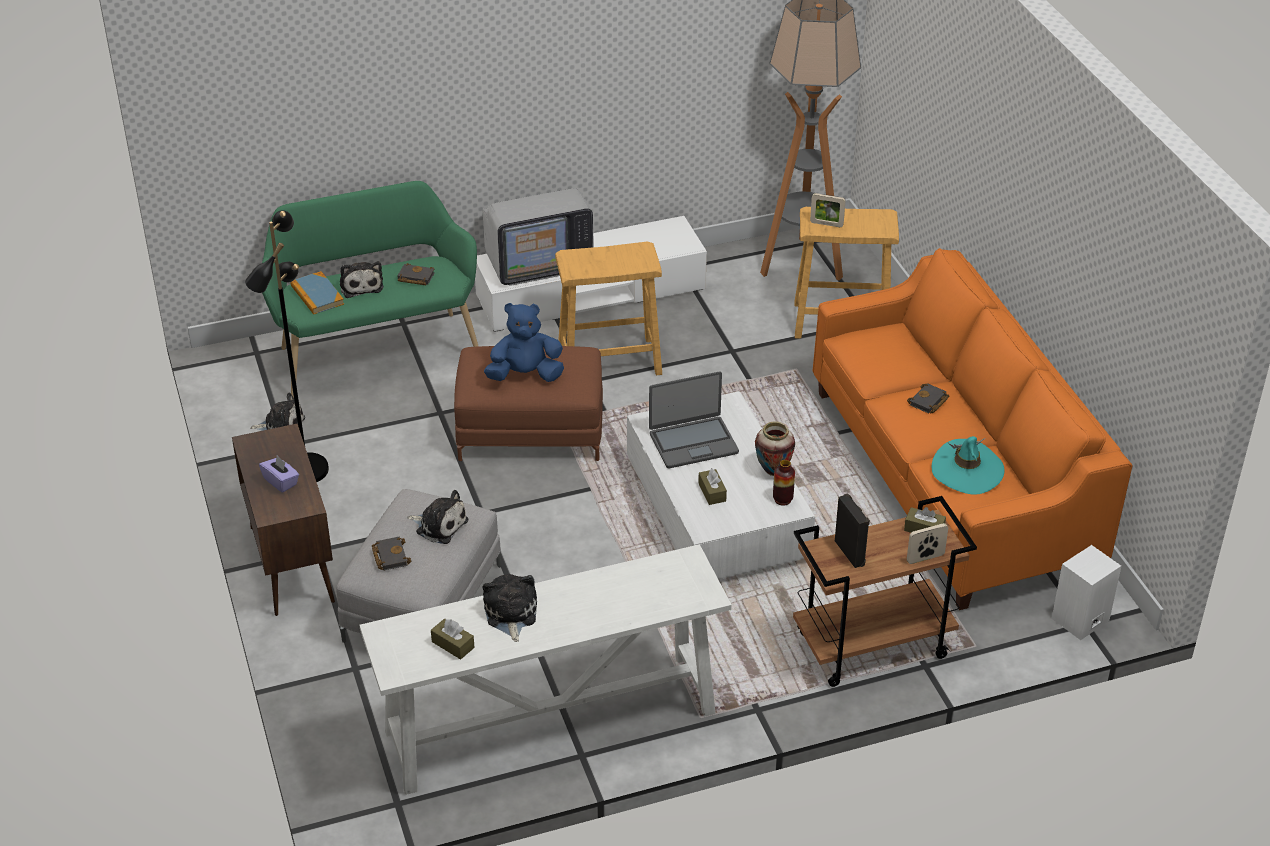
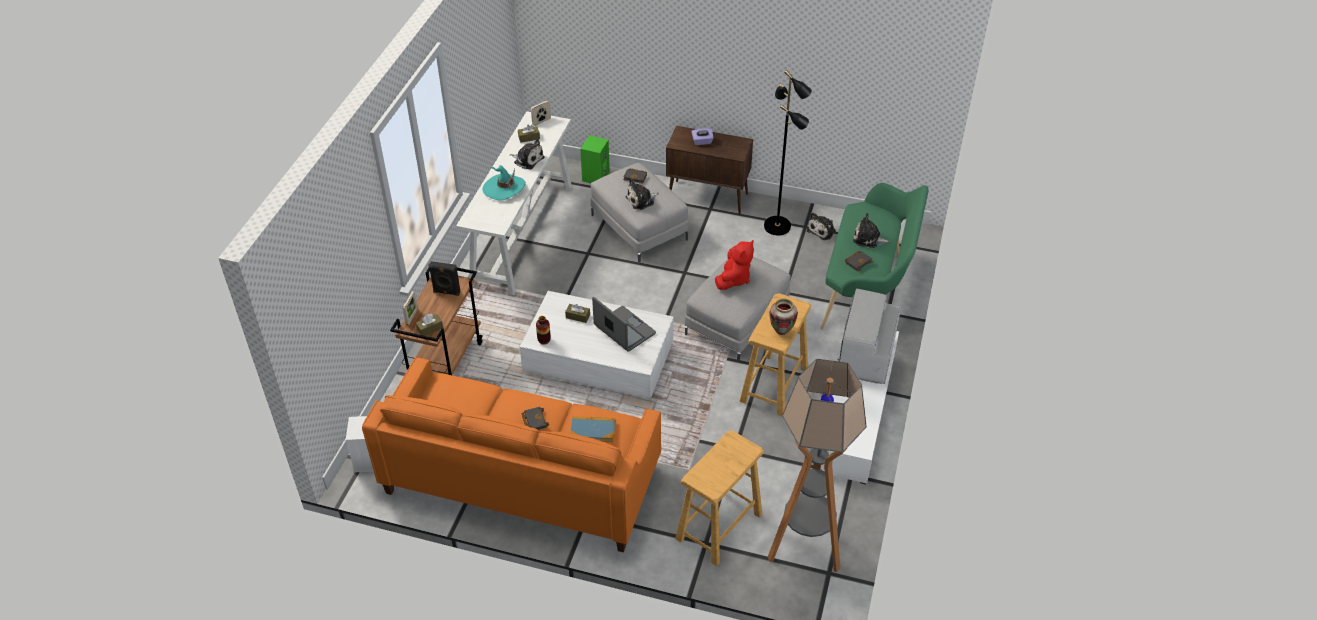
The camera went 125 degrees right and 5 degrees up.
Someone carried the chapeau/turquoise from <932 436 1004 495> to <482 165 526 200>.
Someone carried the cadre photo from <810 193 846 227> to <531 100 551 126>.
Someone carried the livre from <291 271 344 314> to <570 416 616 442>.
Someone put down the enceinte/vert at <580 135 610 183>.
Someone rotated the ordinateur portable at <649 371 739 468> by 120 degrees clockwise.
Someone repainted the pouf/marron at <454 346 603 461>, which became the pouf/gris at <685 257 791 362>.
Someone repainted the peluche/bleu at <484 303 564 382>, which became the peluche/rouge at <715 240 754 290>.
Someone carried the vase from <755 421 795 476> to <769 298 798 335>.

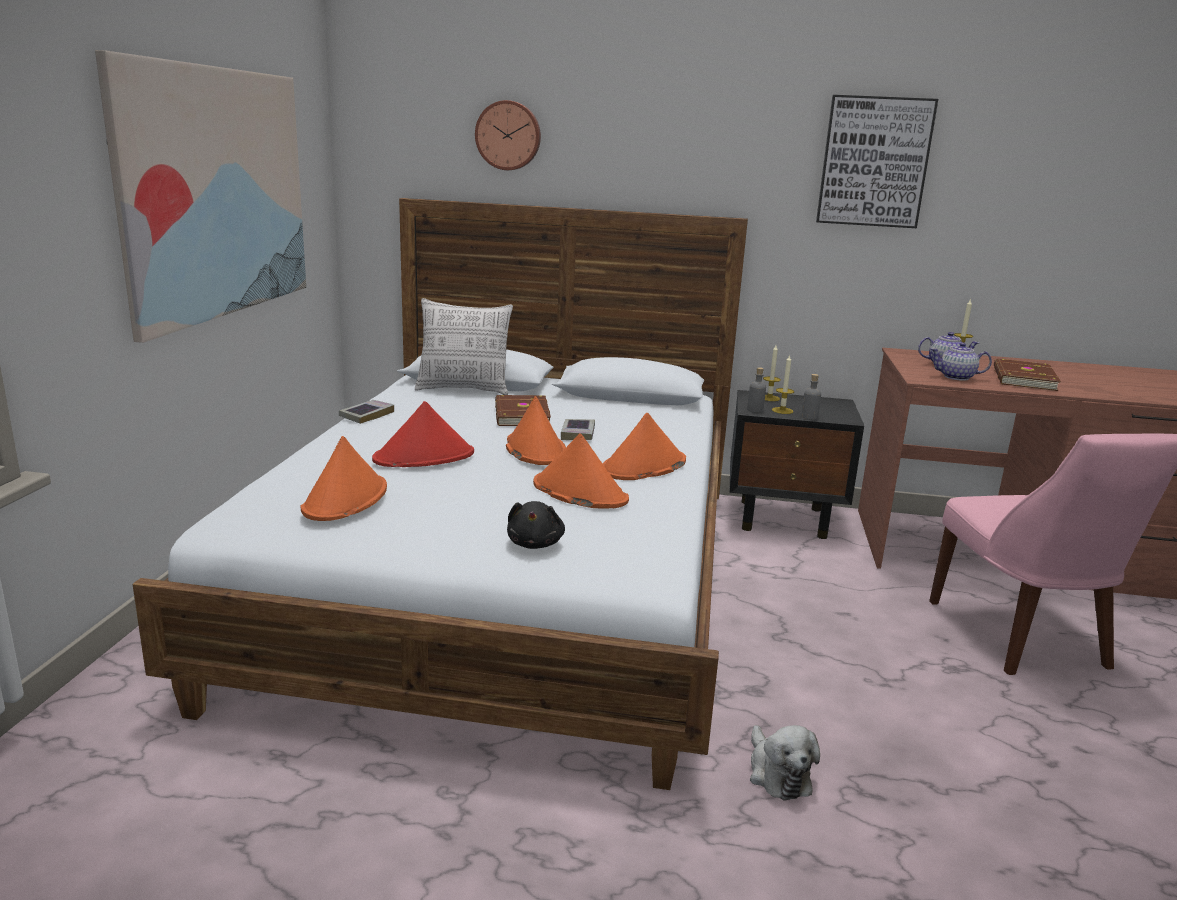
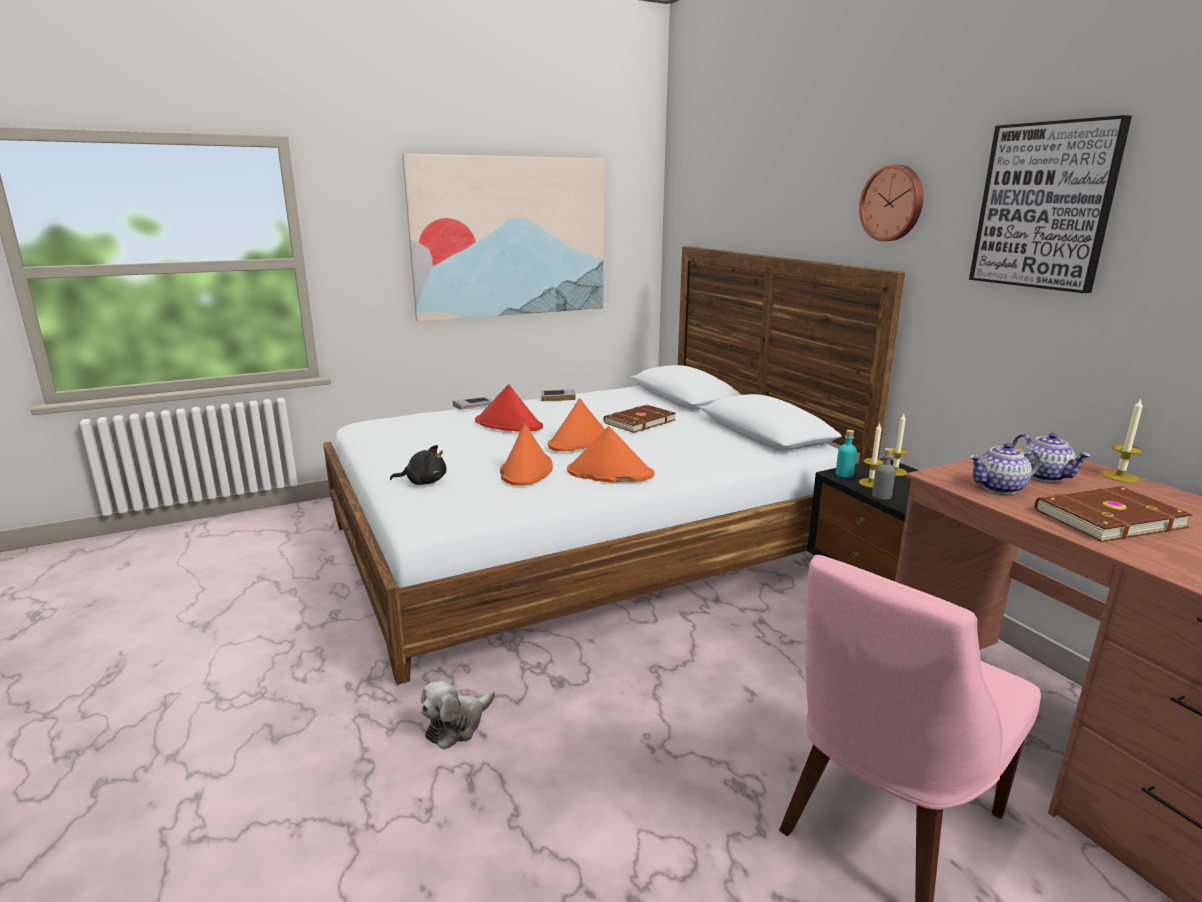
The camera went 55 degrees right and 0 degrees up.
Someone rotated the peluche/noir at <507 501 565 549> by 150 degrees counterclockwise.
Someone carried the livre from <561 419 595 440> to <452 397 493 410>.
Someone repainted the bouteille/gris at <747 367 766 412>, which became the bouteille/turquoise at <836 430 857 478>.
Someone carried the horloge murale from <475 100 541 170> to <859 164 923 241>.
Someone rotated the théière at <931 342 992 381> by 75 degrees counterclockwise.
Someone took away the chapeau/orange at <300 436 387 521>.
Someone took away the coussin at <415 298 513 395>.

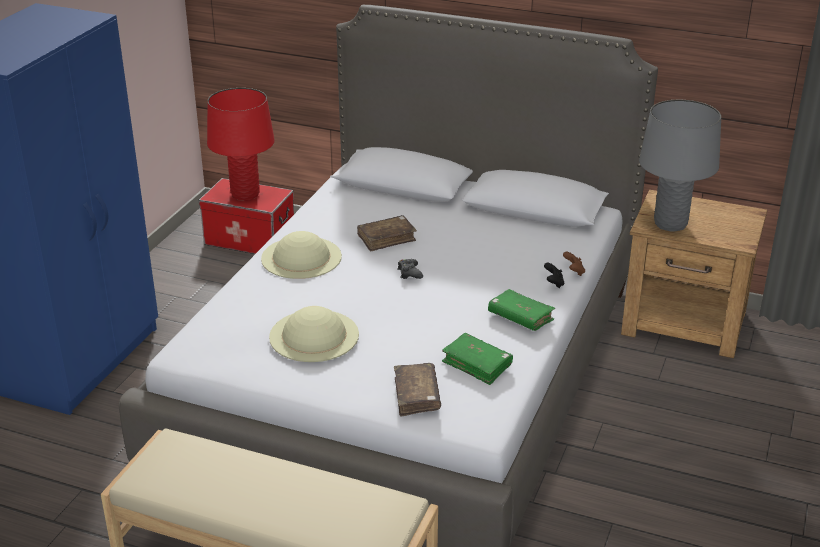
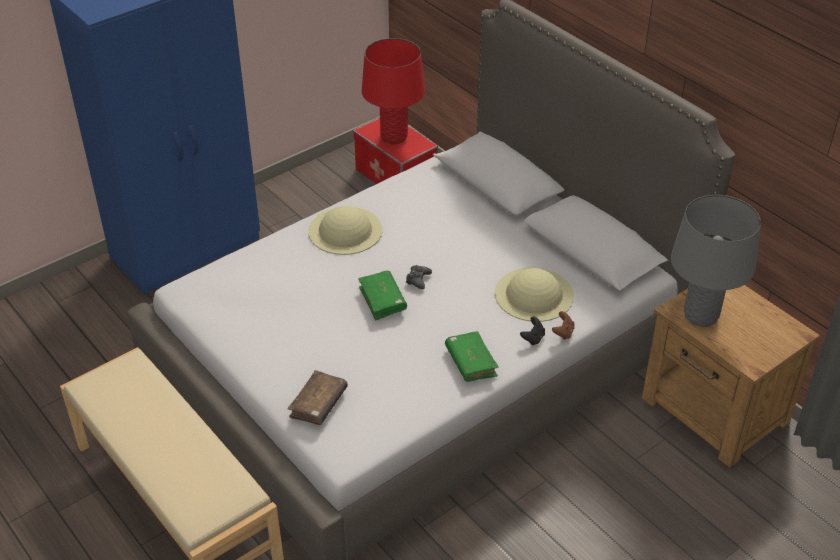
The camera went 30 degrees right and 10 degrees up.
Someone carried the livre/vert from <442 333 513 385> to <358 270 407 321>.
Someone carried the chapeau/beige from <269 306 359 362> to <495 268 574 322>.
Someone took away the livre/marron at <357 215 417 252>.

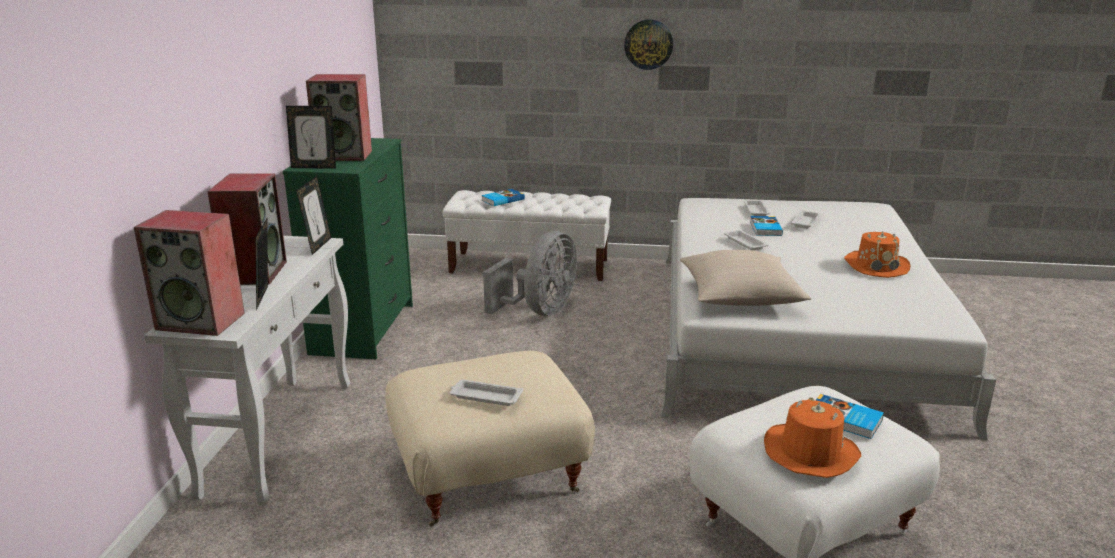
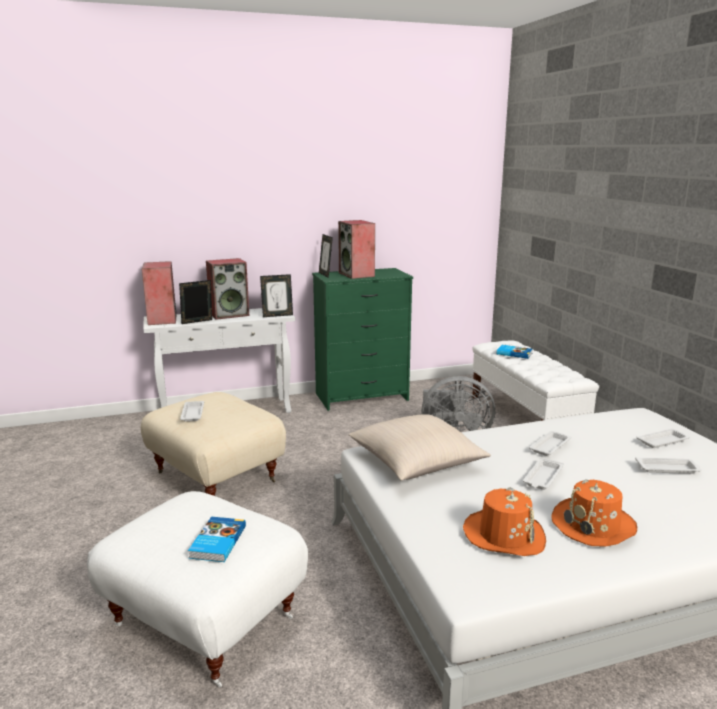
The camera went 65 degrees right and 5 degrees down.
Someone carried the chapeau/orange from <764 397 861 478> to <463 487 546 556>.
Someone put down the plateau/blanc at <523 457 564 490>.
Someone took away the horloge murale at <624 19 673 70>.
Someone took away the livre at <750 216 783 236>.

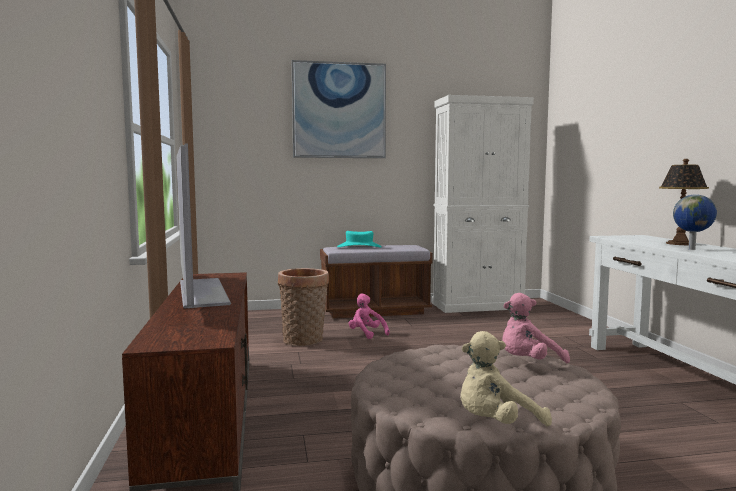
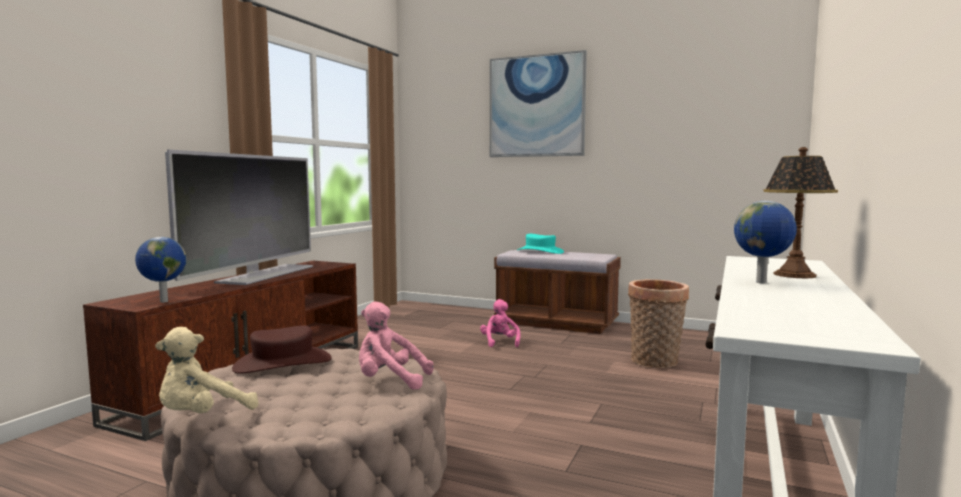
The camera went 35 degrees right and 0 degrees up.
Someone put down the globe at <135 237 186 303>.
Someone rotated the peluche/beige at <460 331 552 426> by 60 degrees counterclockwise.
Someone put down the chapeau/marron at <232 325 332 374>.
Someone carried the panier from <278 268 329 346> to <628 279 689 368>.
Someone took away the meuble de rangement/blanc at <432 95 534 313>.

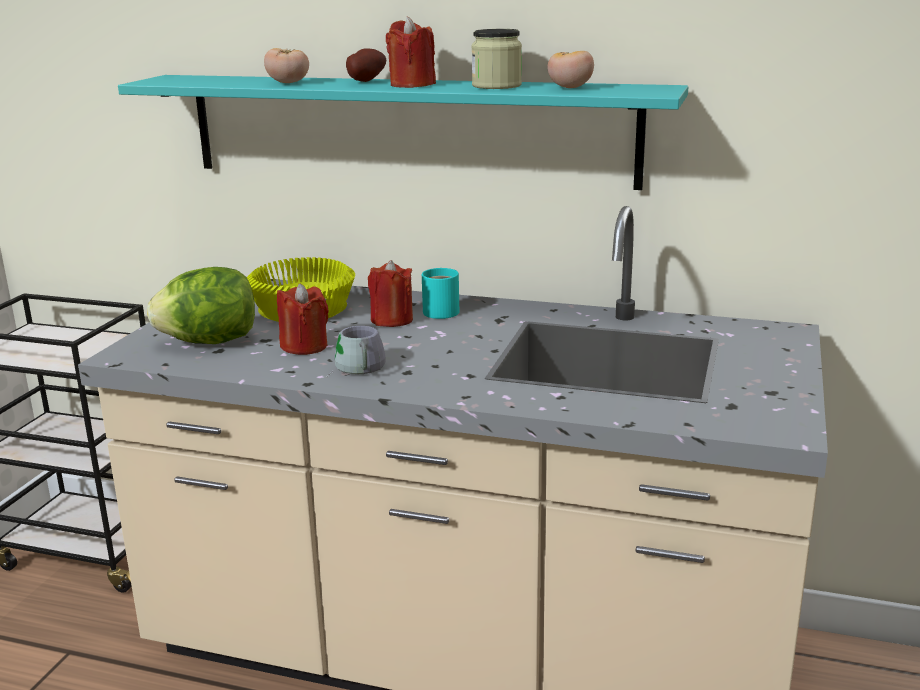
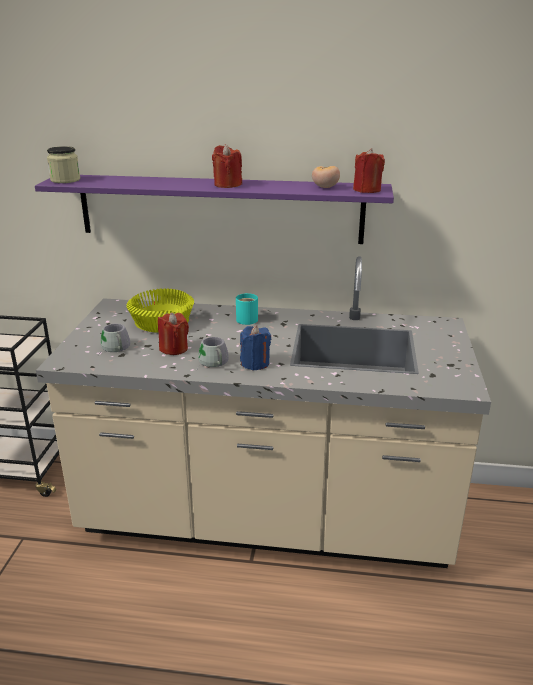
The camera went 10 degrees left and 5 degrees up.
Someone repainted the étagère/turquoise at <118 75 688 190>, which became the étagère/violet at <35 175 394 244>.
Someone carried the bocal from <471 29 522 89> to <47 146 80 183>.
Someone swapped the laitue at <147 267 255 344> for the mug/gris at <98 324 130 356>.
Someone put down the bougie/bleu at <240 325 271 370>.
Someone carried the bougie/rouge from <368 260 413 327> to <353 148 385 193>.
Someone took away the tomate at <264 48 309 83>.
Someone took away the pomme de terre at <346 48 386 82>.

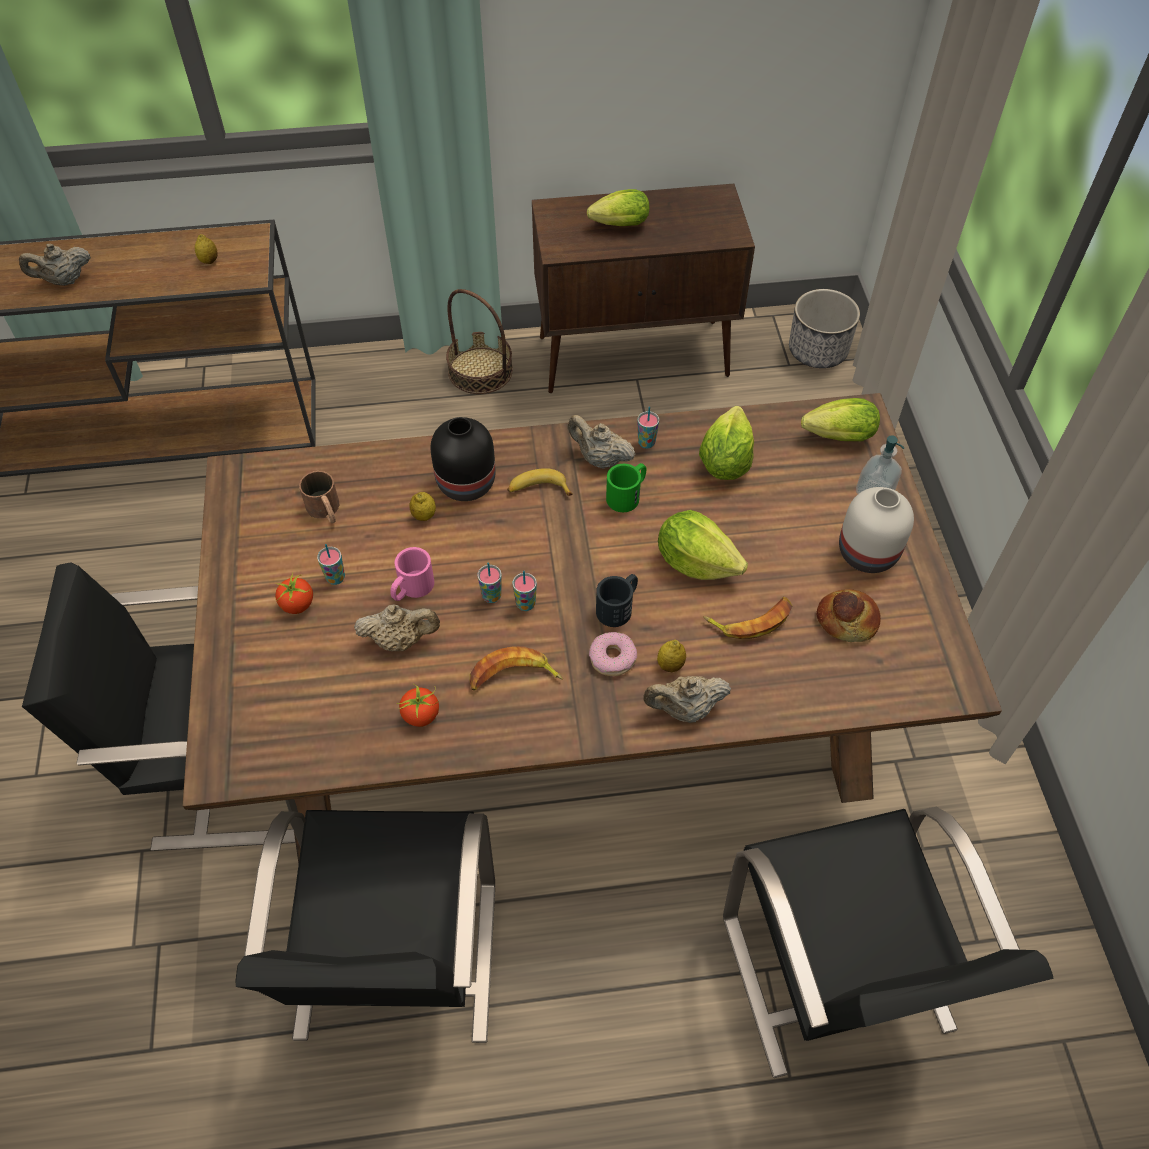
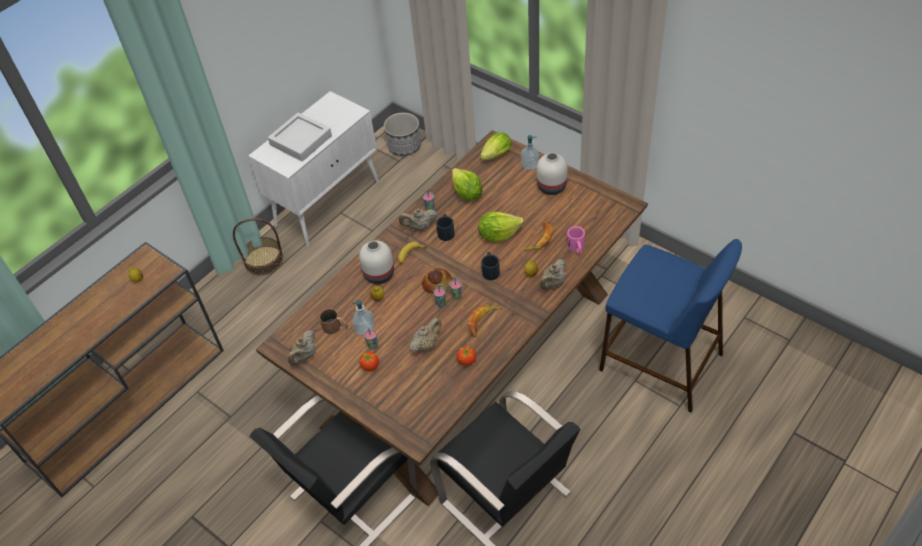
The camera went 40 degrees left and 5 degrees down.
Someone repainted the meuble de rangement/marron at <532 184 755 393>, which became the meuble de rangement/blanc at <248 91 380 246>.
Someone swapped the laitue at <587 189 649 226> for the plateau/gris at <268 113 332 162>.
Someone carried the théière/beige from <19 244 91 286> to <288 330 316 365>.
Someone put down the distributeur de savon at <352 300 375 335>.
Someone repainted the vase/noir at <431 417 495 501>, which became the vase/blanc at <359 241 394 284>.
Someone carried the pain from <817 589 881 642> to <422 268 452 293>.
Someone repainted the mug/vert at <606 463 646 512>, which became the mug/noir at <436 214 455 241>.
Someone carried the mug/rose from <390 547 434 601> to <567 226 585 254>.
Someone swapped the chaise/noir at <723 807 1054 1078> for the tabouret/bleu at <599 239 742 413>.
Someone took away the beignet at <589 632 637 676>.

